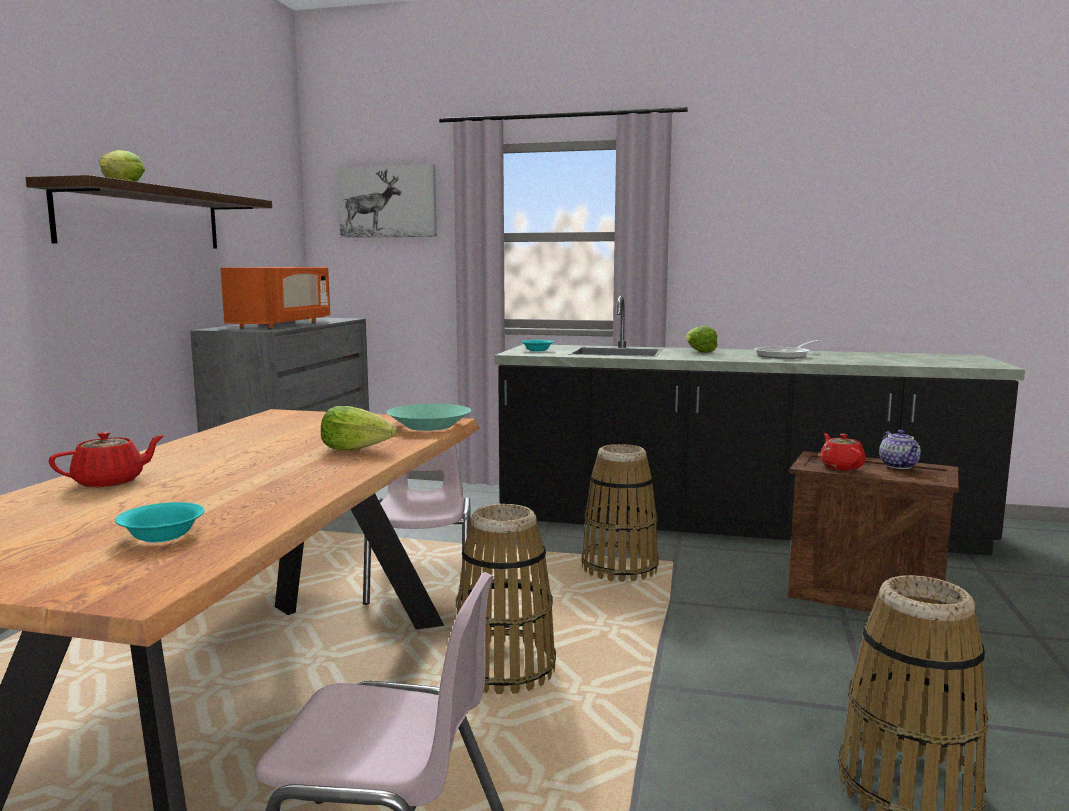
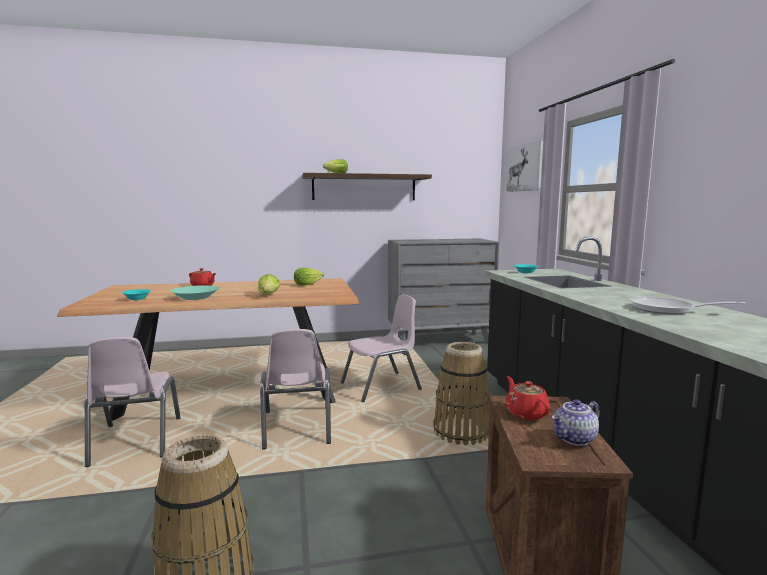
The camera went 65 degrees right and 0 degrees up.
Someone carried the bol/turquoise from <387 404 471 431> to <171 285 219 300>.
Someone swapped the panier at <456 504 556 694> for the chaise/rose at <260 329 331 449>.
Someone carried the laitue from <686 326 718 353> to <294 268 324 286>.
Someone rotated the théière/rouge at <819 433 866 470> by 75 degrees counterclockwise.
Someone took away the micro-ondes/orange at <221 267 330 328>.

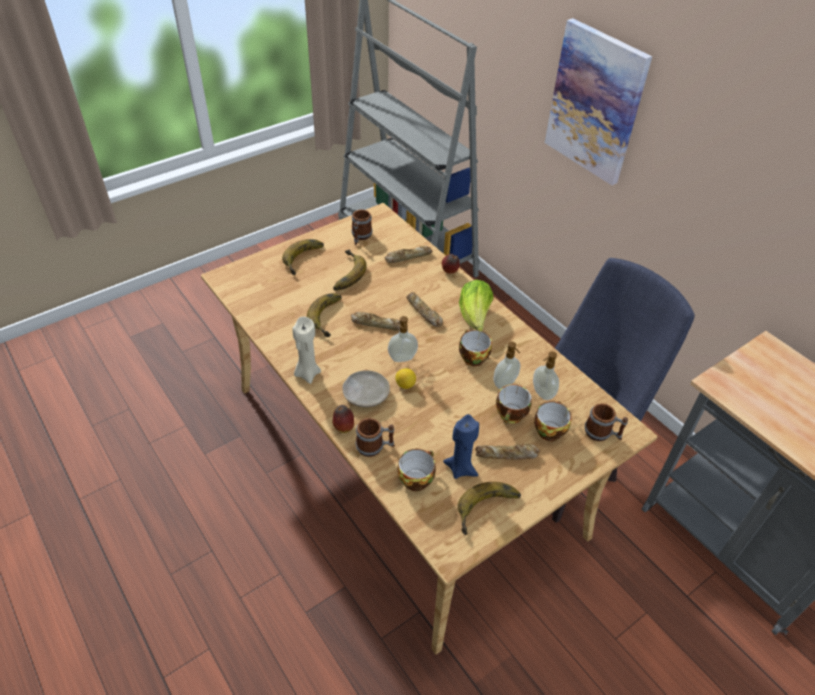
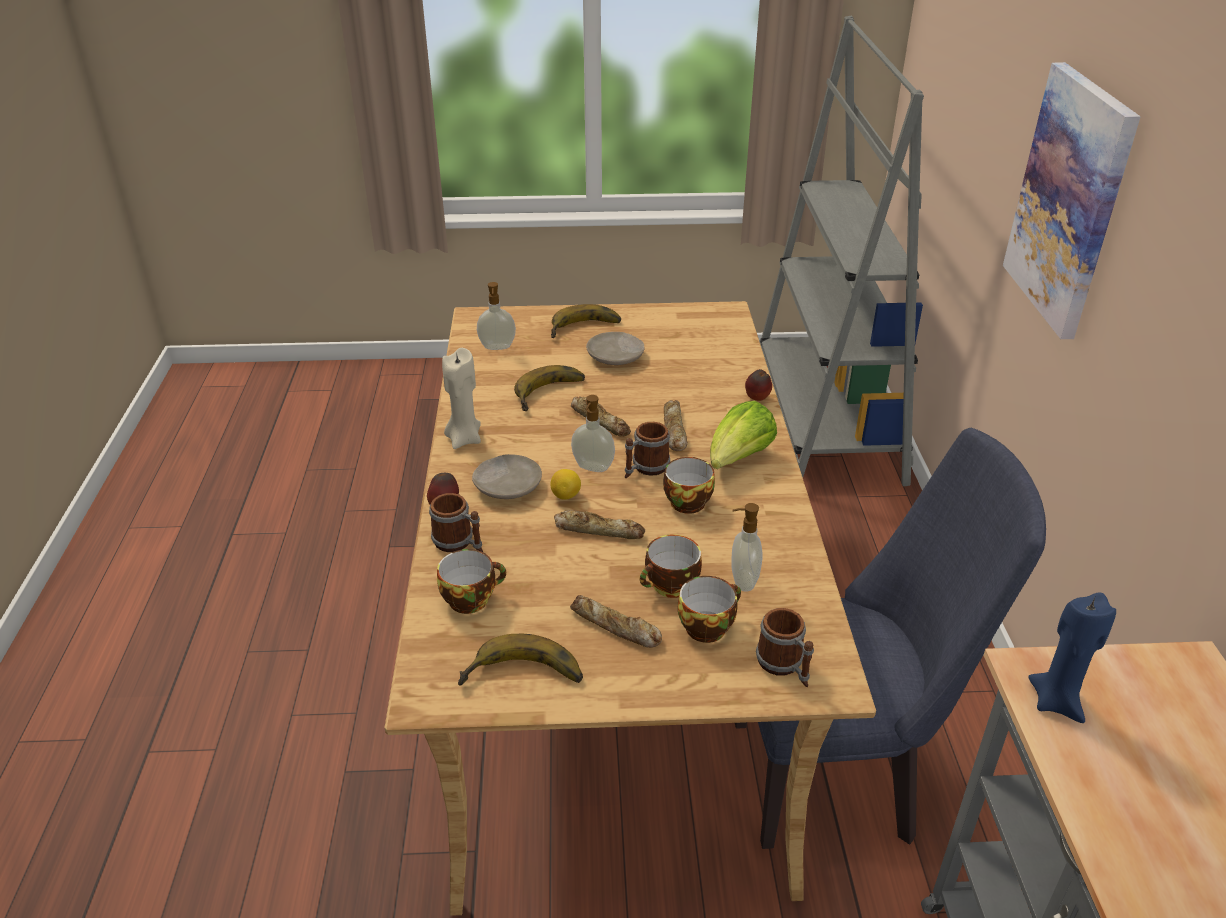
The camera went 35 degrees right and 10 degrees down.
Someone carried the distributeur de savon from <494 342 520 389> to <477 282 516 350>.
Someone carried the pain from <385 246 433 263> to <554 510 645 539>.
Someone swapped the banane at <333 250 367 290> for the assiette/beige at <586 332 644 365>.
Someone carried the mug from <351 209 373 245> to <625 422 670 478>.
Someone carried the bougie/bleu from <443 414 479 479> to <1028 592 1116 723>.

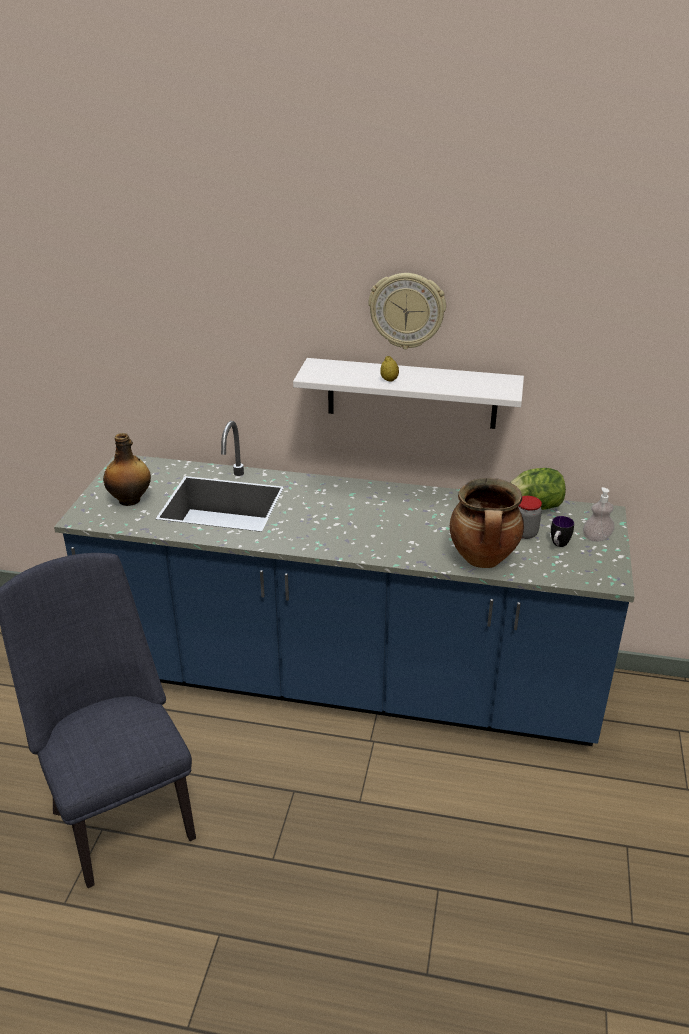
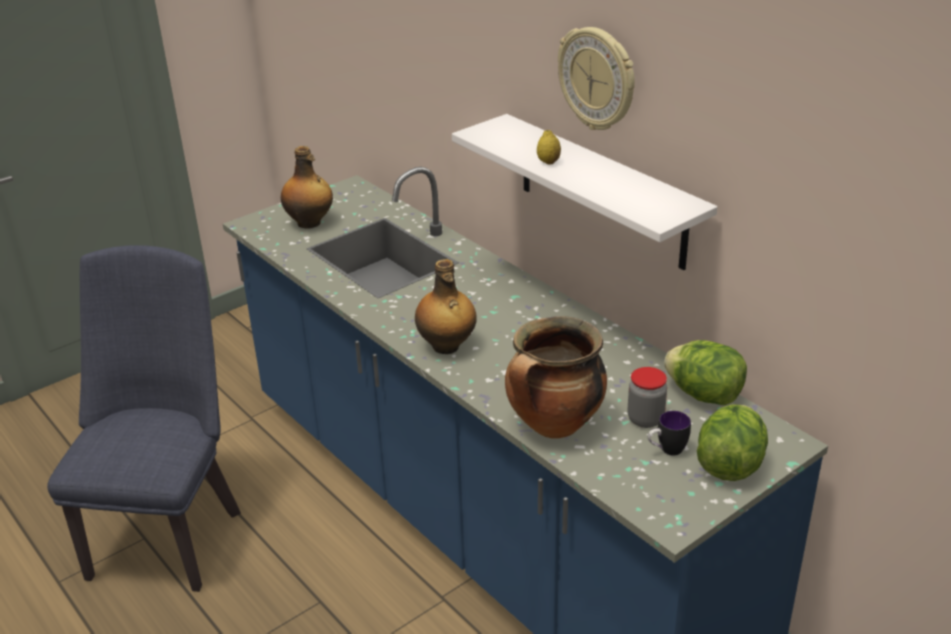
The camera went 40 degrees right and 0 degrees up.
Someone put down the bouteille at <415 259 477 354>.
Someone swapped the distributeur de savon at <583 487 615 542> for the laitue at <697 404 768 481>.

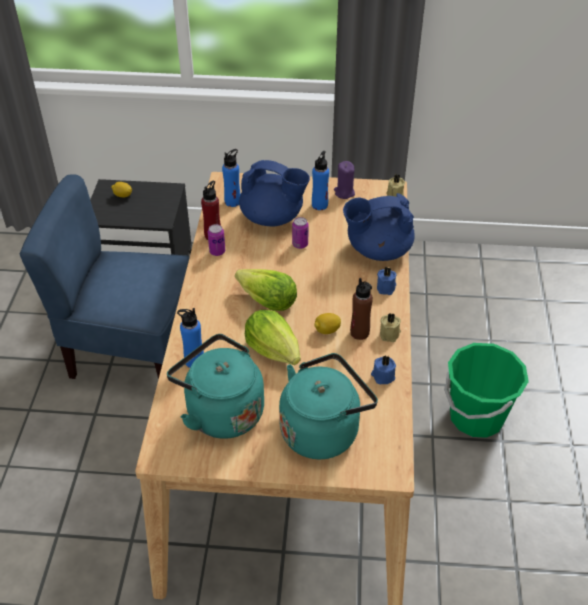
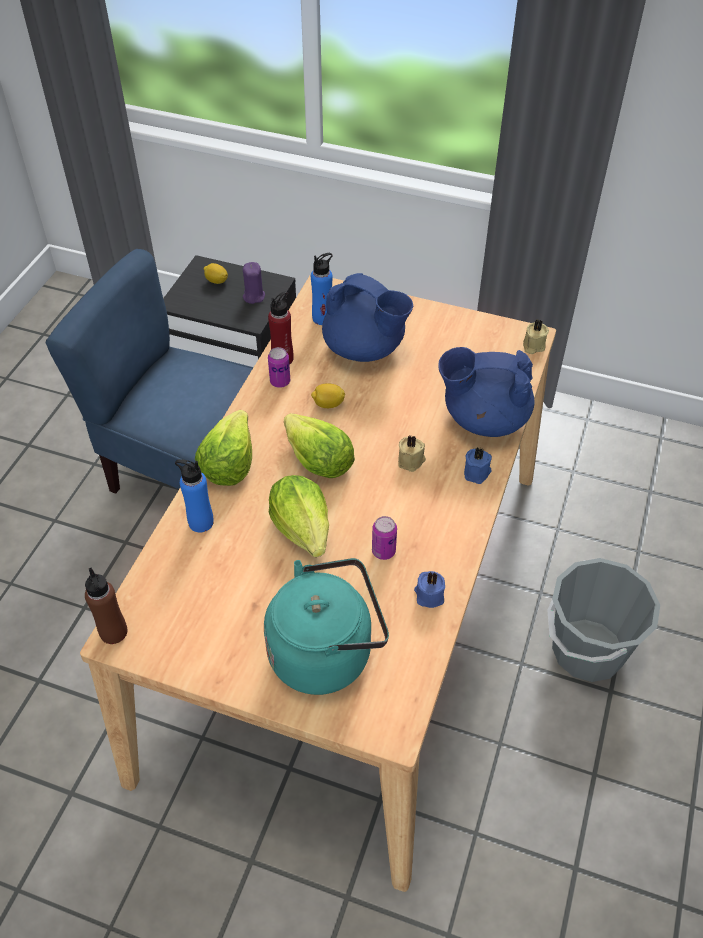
The camera went 15 degrees right and 5 degrees up.
Someone carried the bouteille/marron from <350 278 373 340> to <85 567 127 644>.
Someone put down the laitue at <195 410 252 486>.
Someone carried the bougie/violet from <334 161 355 199> to <243 262 265 304>.
Someone carried the citron from <314 313 341 334> to <311 383 345 408>.
Someone carried the boîte métallique from <292 217 309 249> to <372 516 397 560>.
Someone carried the bougie/beige from <380 313 401 342> to <398 435 426 472>.
Someone repainted the seau/vert at <444 343 529 438>, which became the seau/gris at <547 558 660 682>.
Someone took away the bouilloire/turquoise at <167 334 264 439>.
Someone took away the bouteille/bleu at <312 151 329 210>.

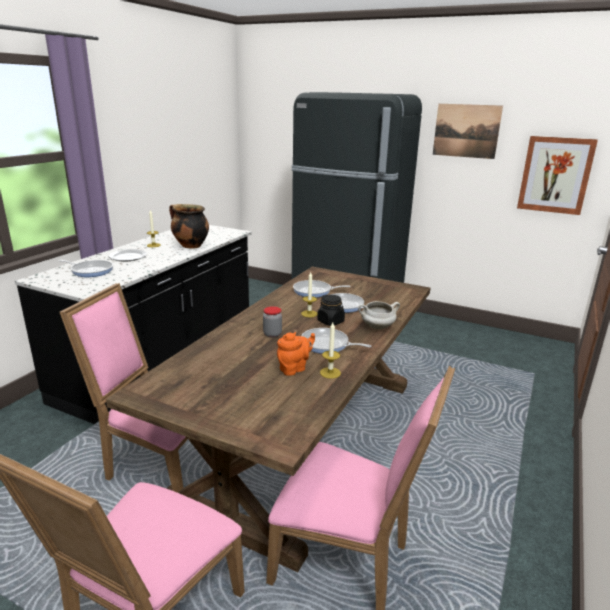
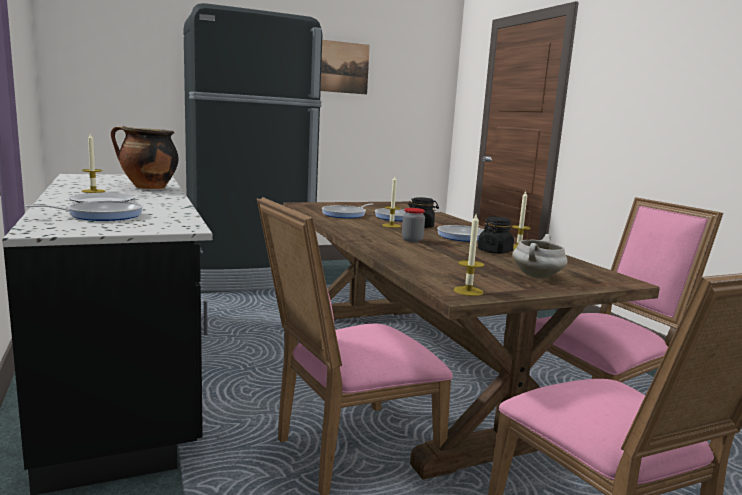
The camera went 50 degrees left and 10 degrees down.
Someone put down the bougie at <454 214 484 296>.
Someone swapped the théière/orange at <277 332 315 376> for the bocal/noir at <478 217 514 254>.
Someone carried the marmite/blanc from <358 301 400 330> to <512 234 567 279>.
Someone took away the tableau at <517 136 598 215>.

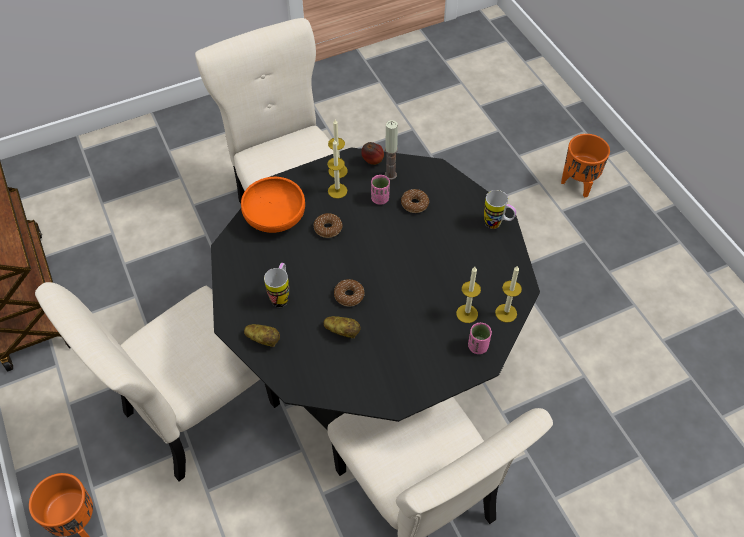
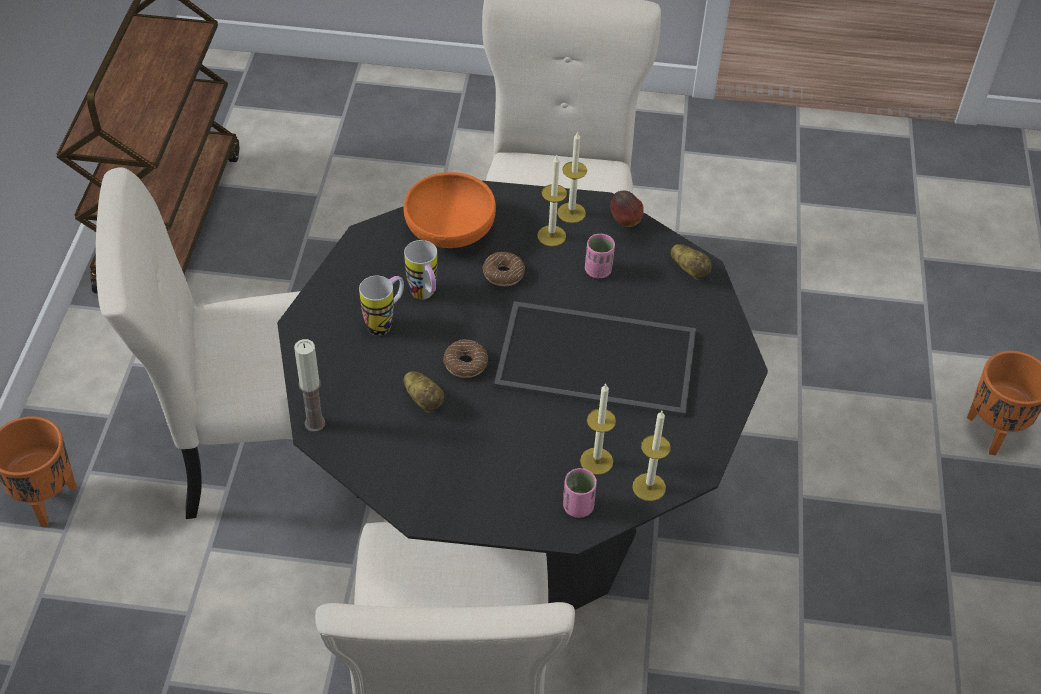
The camera went 30 degrees right and 5 degrees down.
Someone carried the bougie from <385 120 398 180> to <294 339 325 432>.
Someone carried the mug from <484 190 516 229> to <404 240 437 299>.
Someone put down the plateau at <494 301 696 417>.
Someone carried the pomme de terre from <244 324 280 347> to <670 244 712 280>.
Someone took away the beignet at <401 189 429 213>.

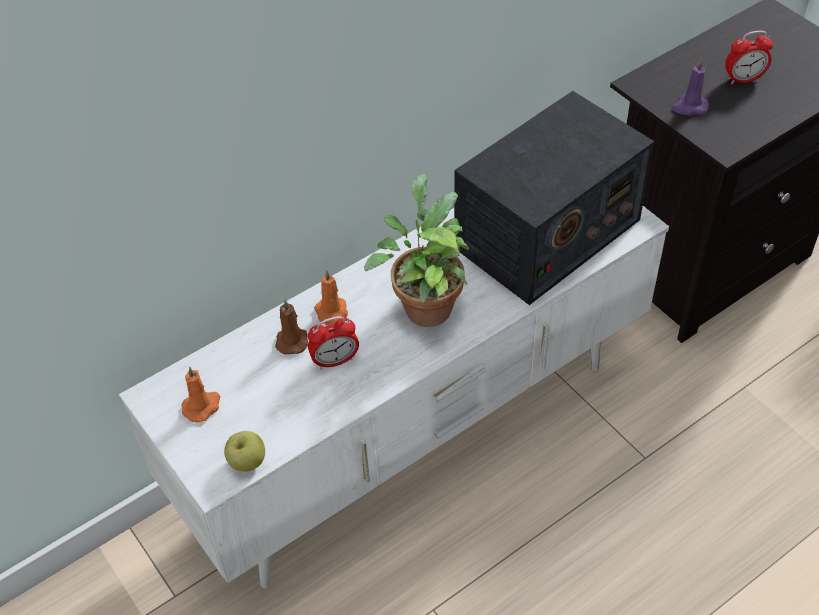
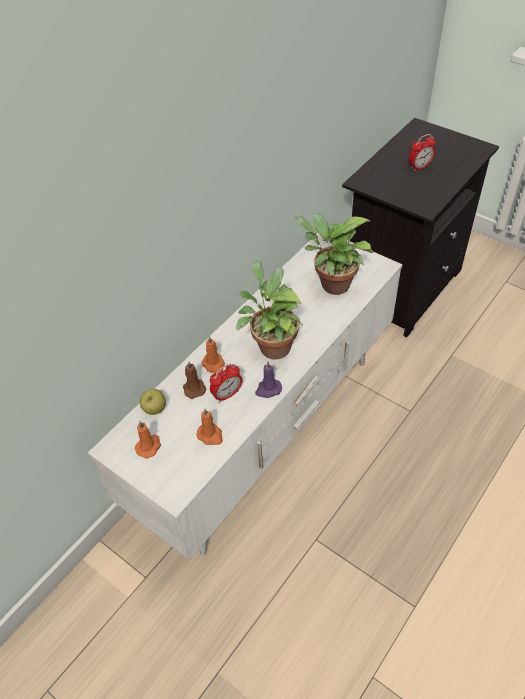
The camera went 15 degrees left and 0 degrees up.
Someone carried the pomme from <224 431 265 472> to <140 389 166 415>.
Someone put down the bougie/orange at <196 409 223 445>.
Someone carried the bougie/violet from <672 59 709 115> to <255 362 282 398>.
Someone swapped the radio at <454 91 654 305> for the plante en pot at <294 213 373 295>.

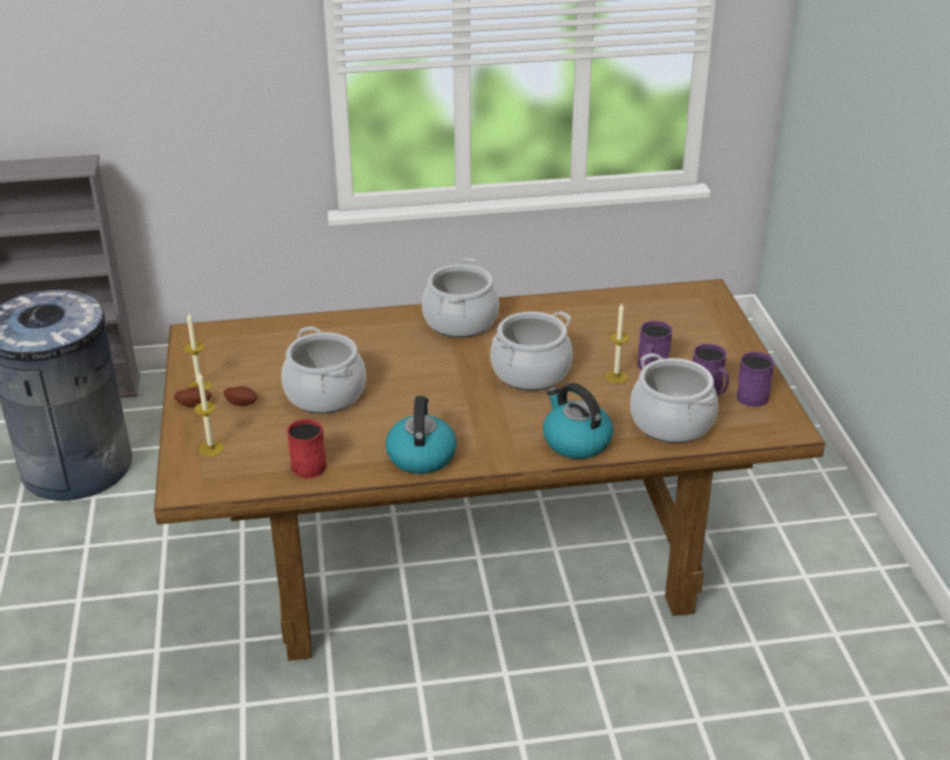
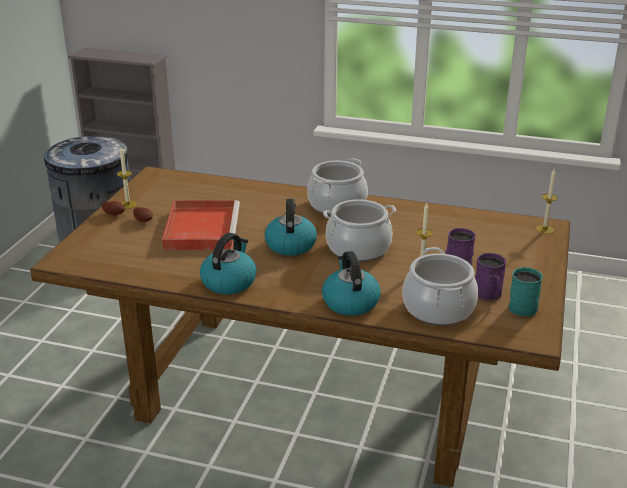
The camera went 25 degrees right and 5 degrees down.
Someone swapped the marmite at <281 327 366 413> for the plateau/rouge at <162 200 240 250>.
Someone put down the bouilloire at <264 199 317 256>.
Someone repainted the mug/violet at <737 352 774 407>, which became the mug/turquoise at <508 267 543 316>.
Someone carried the bougie from <194 372 224 457> to <536 170 558 234>.
Someone took away the mug/rouge at <287 419 326 479>.

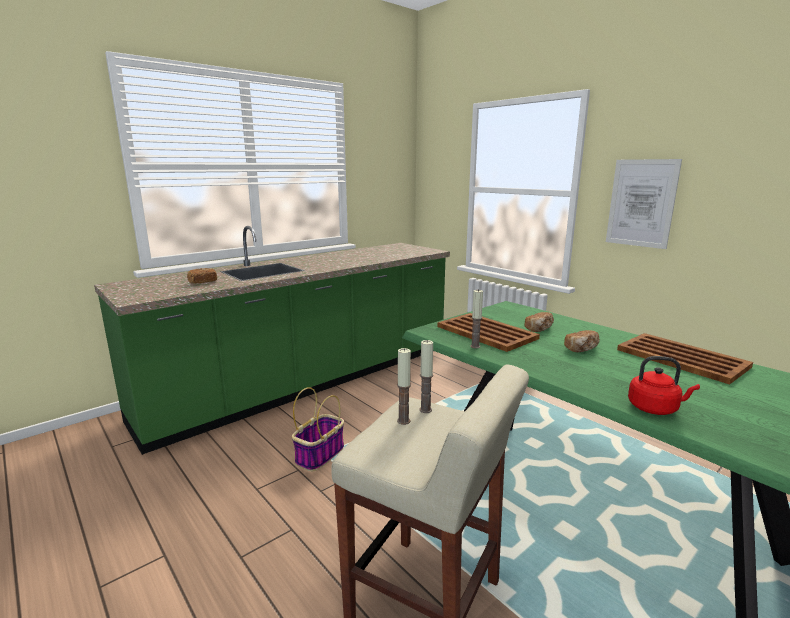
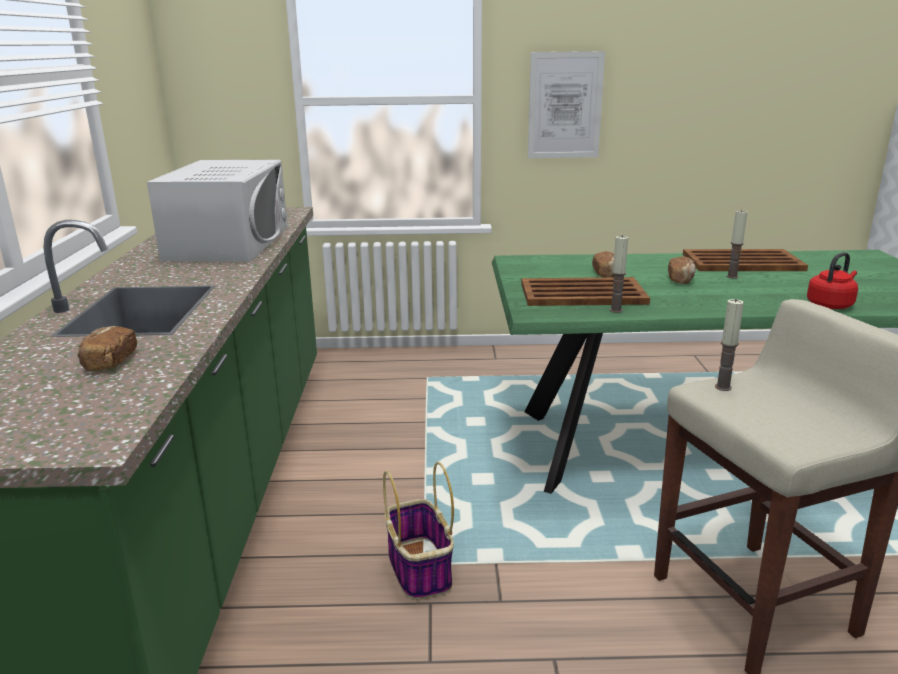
The camera went 50 degrees left and 5 degrees up.
Someone put down the micro-ondes/blanc at <147 160 288 262>.
Someone carried the bougie from <397 348 411 425> to <726 209 747 279>.

